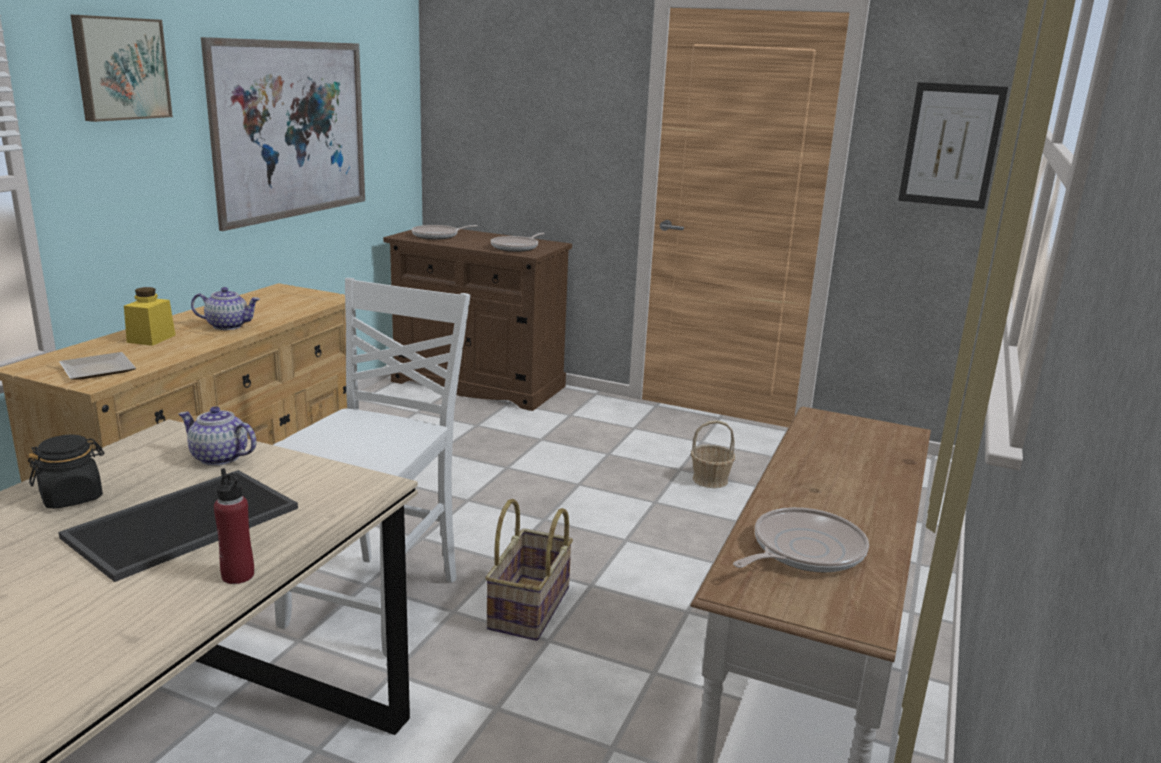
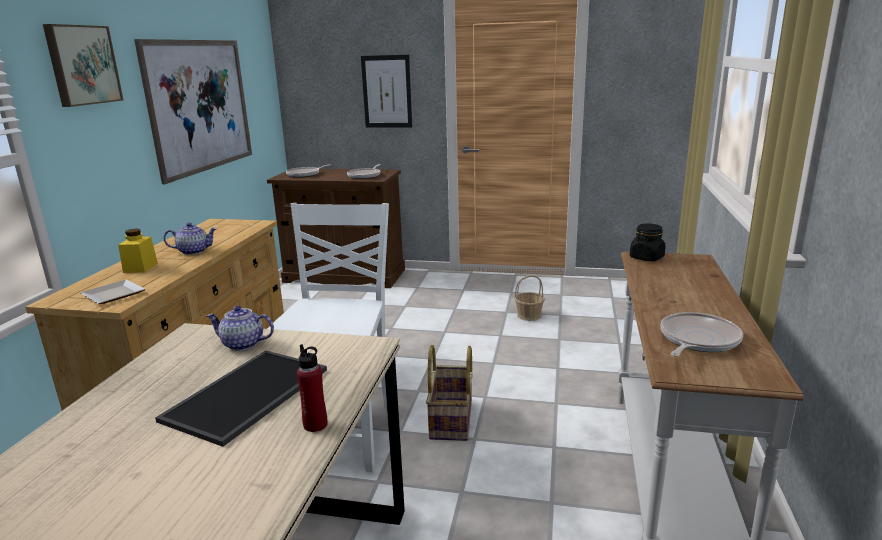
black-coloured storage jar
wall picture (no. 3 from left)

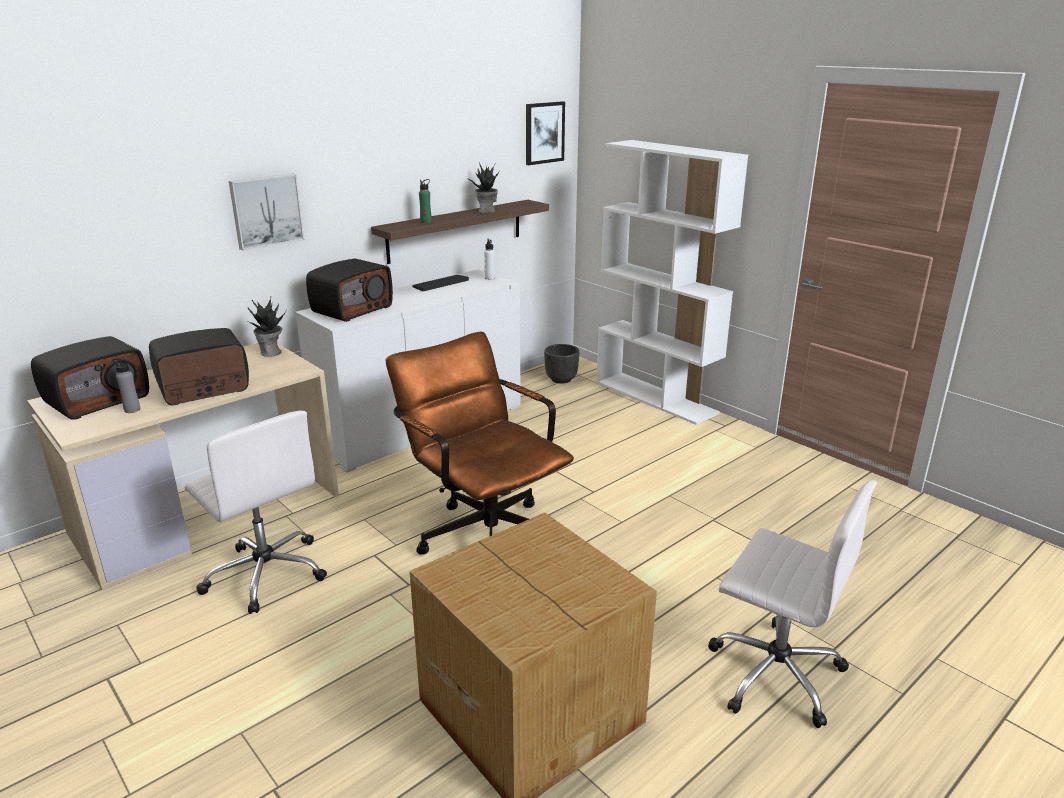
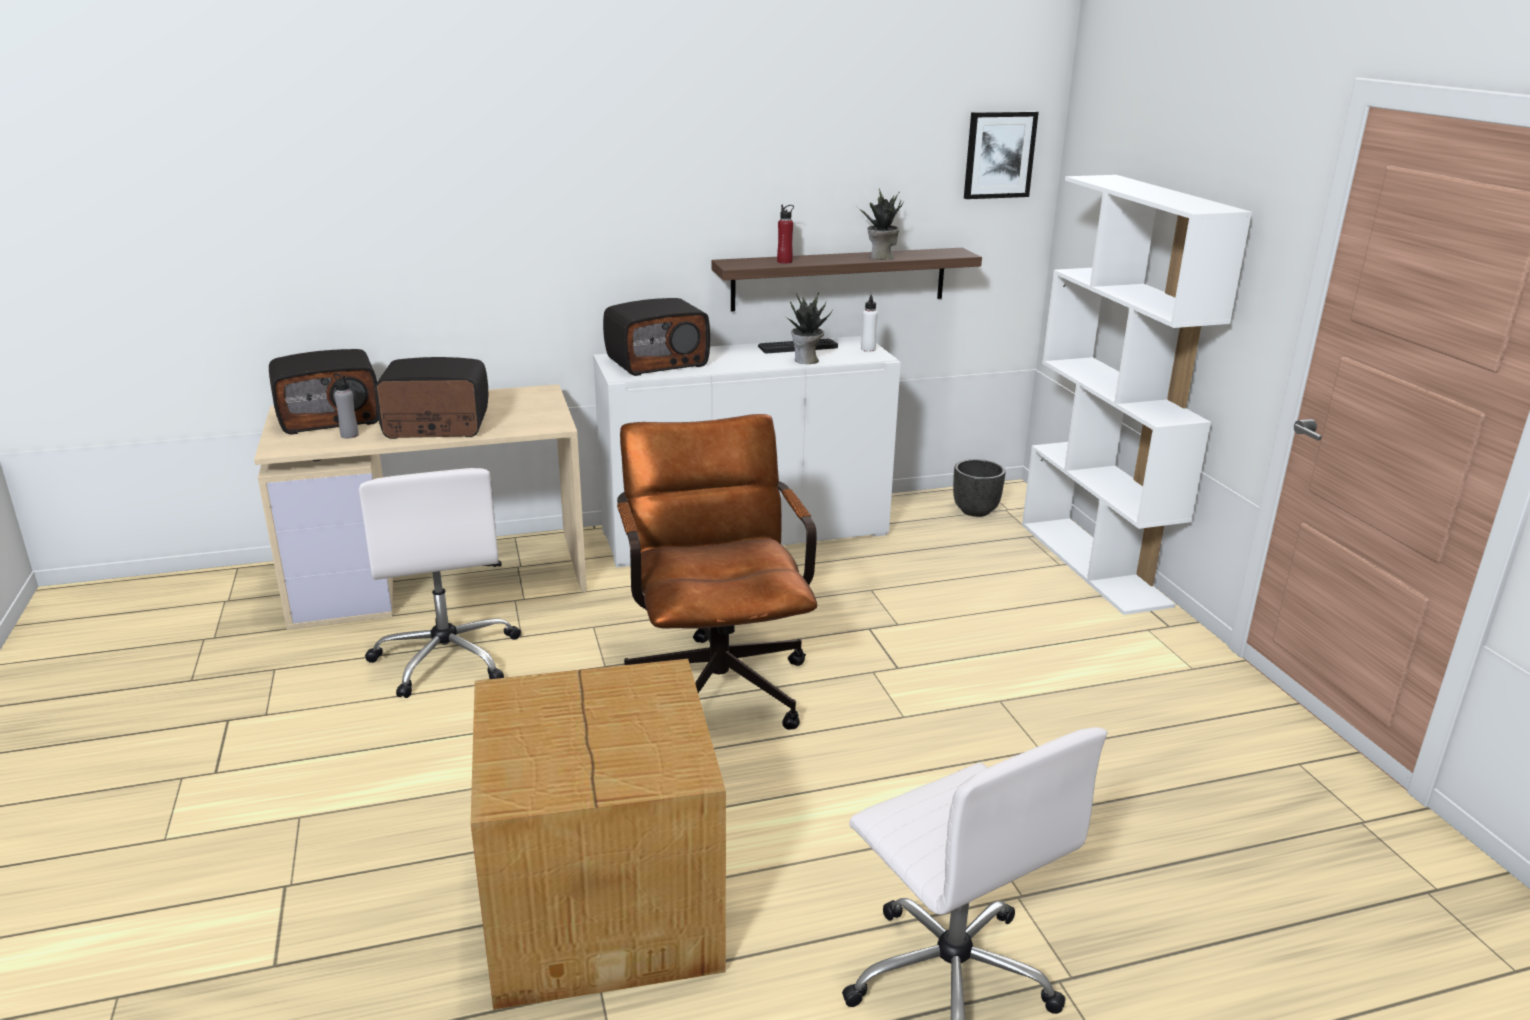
wall picture (no. 1 from left in the first image)
potted plant (no. 1 from left)
reddish beverage bottle

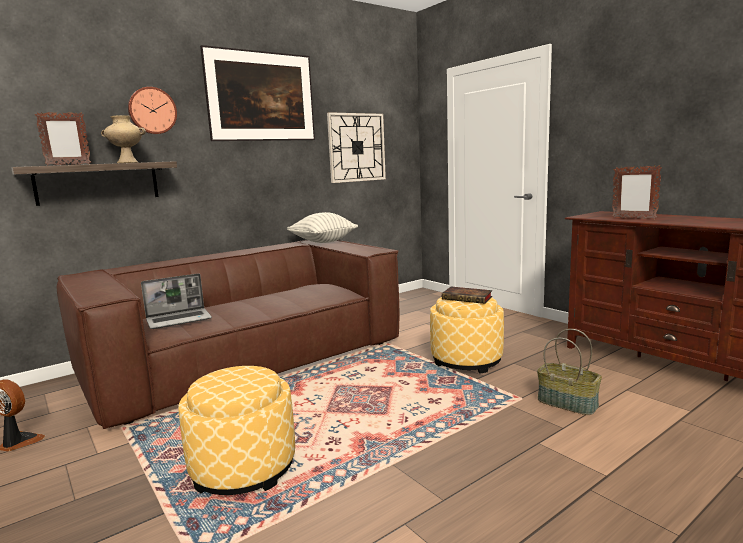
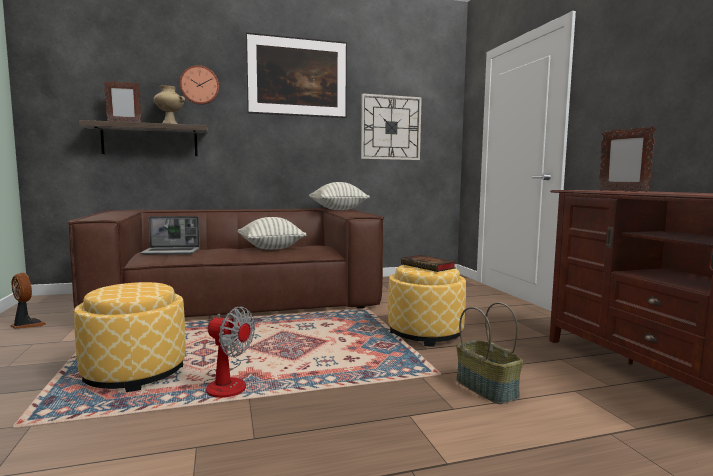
electric fan (no. 2 from left)
throw pillow (no. 1 from left)

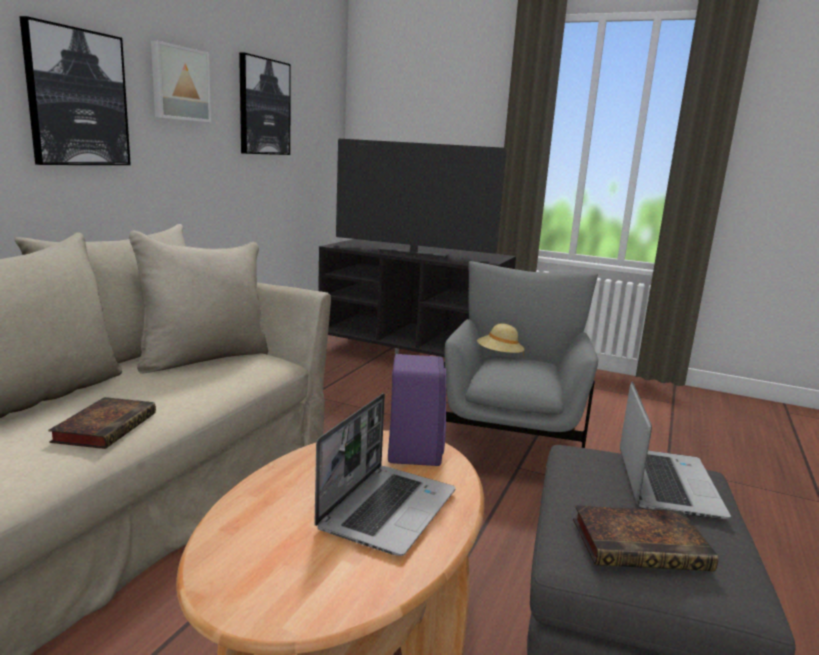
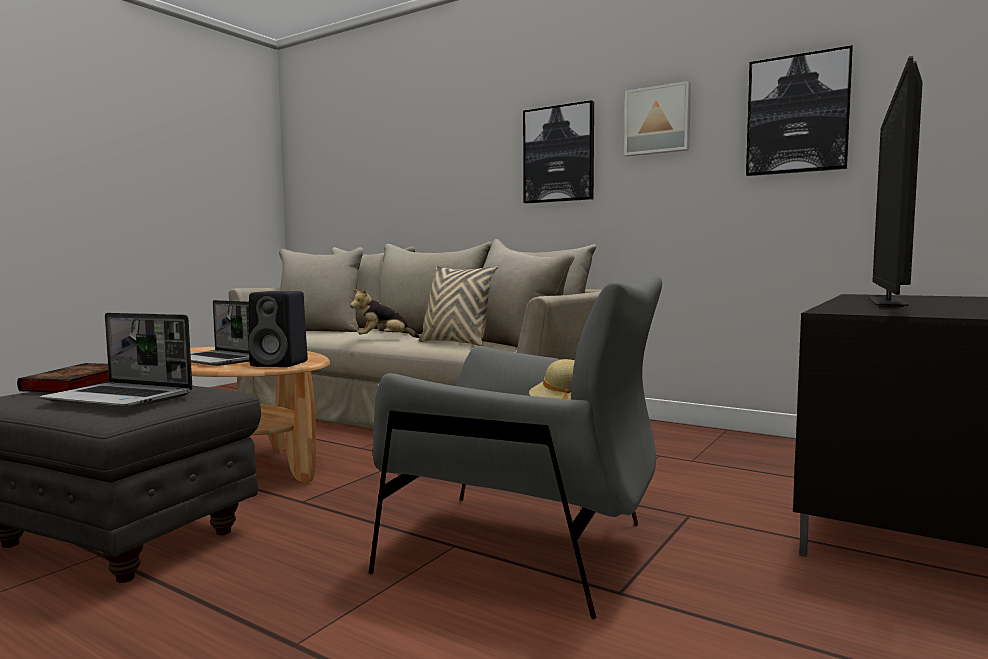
sand-coloured throw pillow
soft toy
black-coloured audio speaker

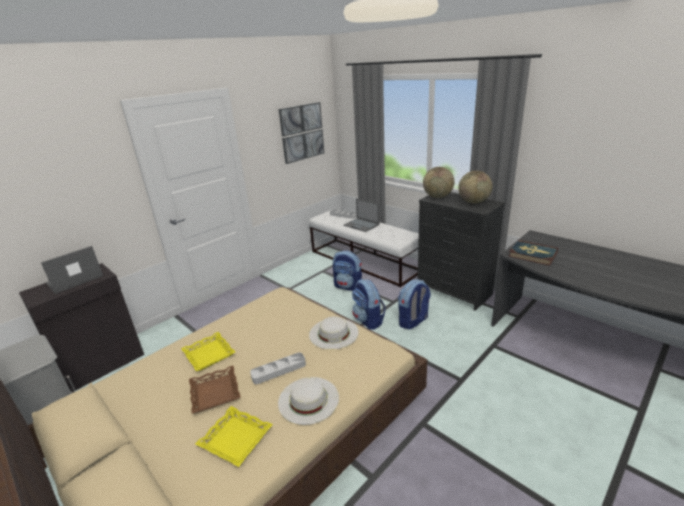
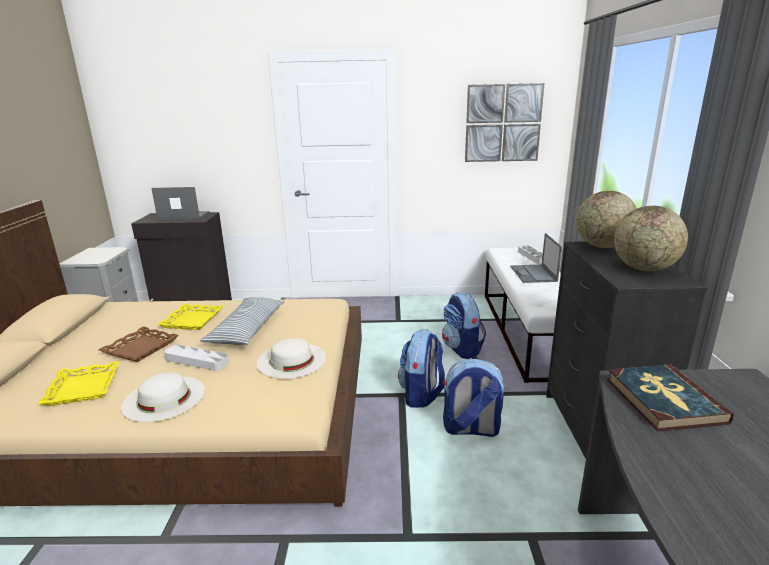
throw pillow

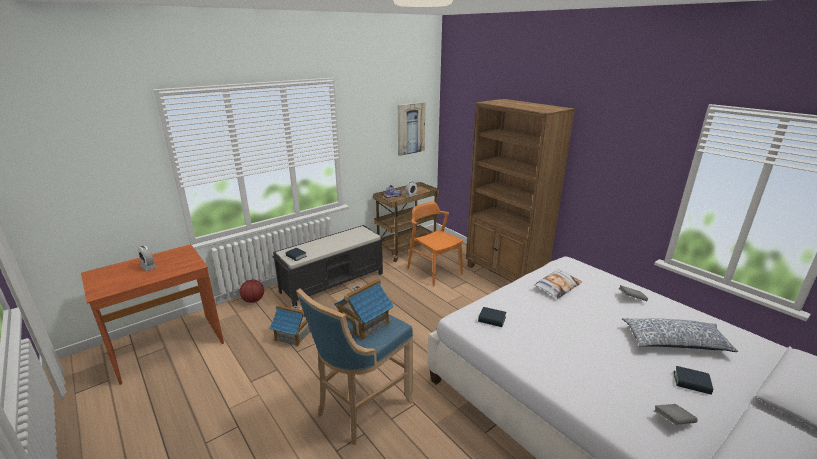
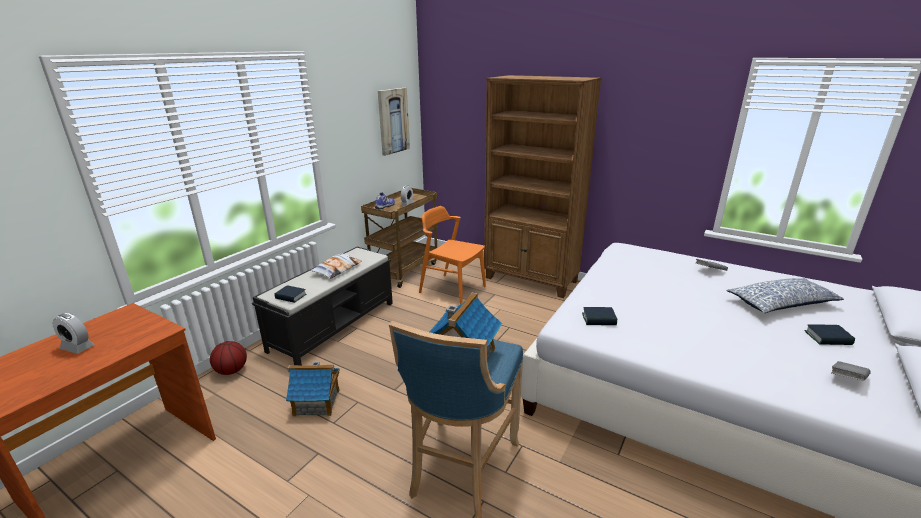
throw pillow (no. 1 from left)

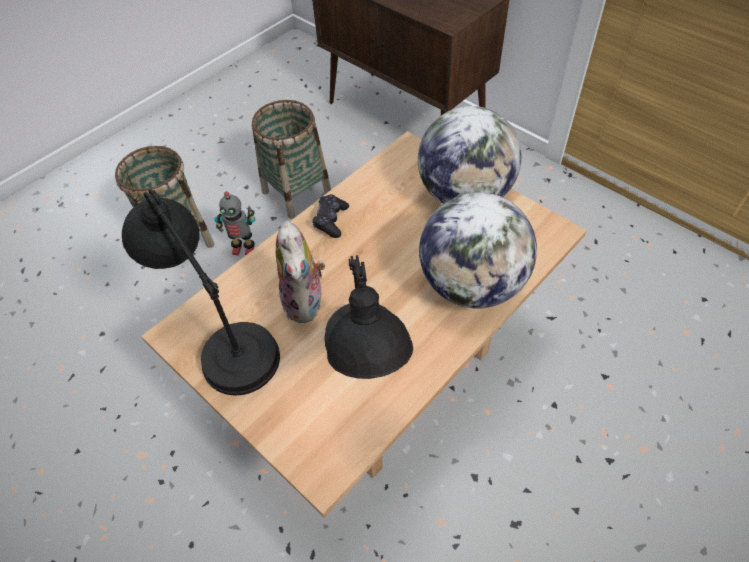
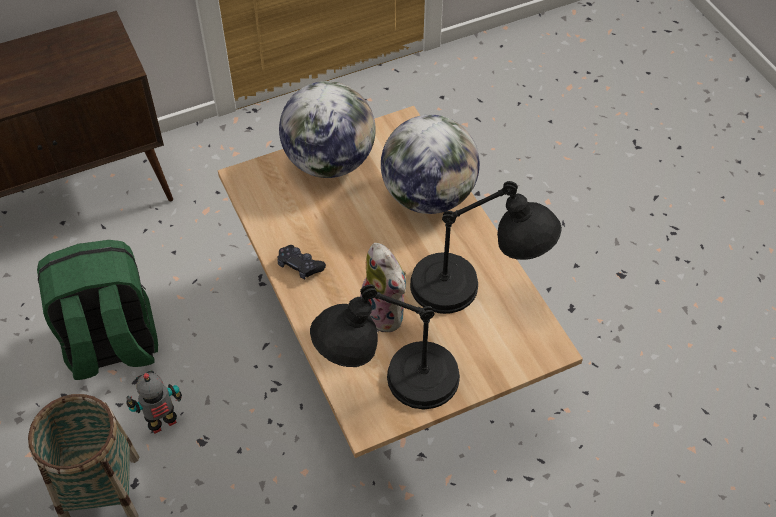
green-coloured knapsack
toy robot
soft toy

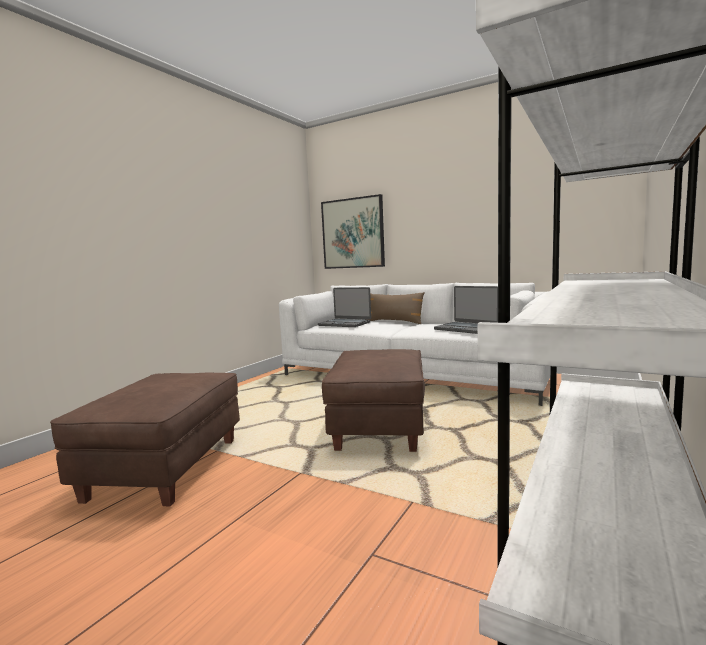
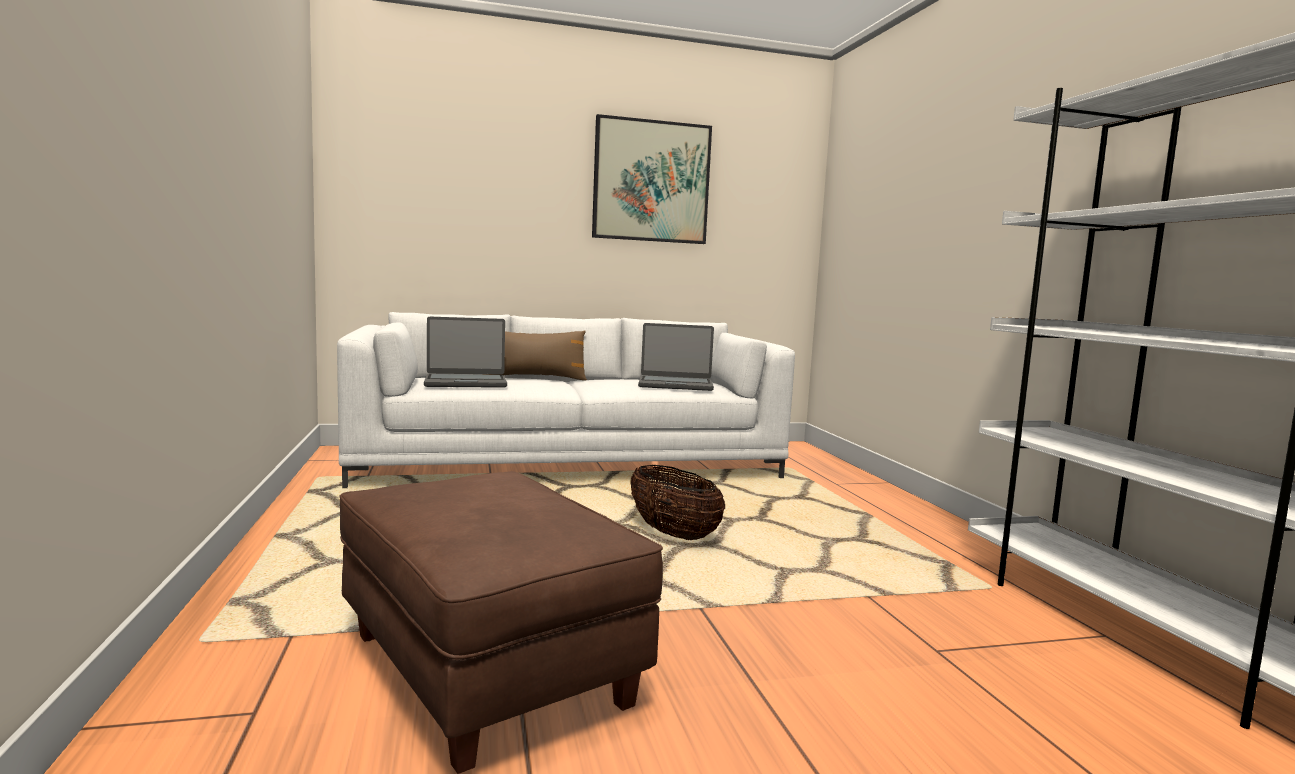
wall picture
storage basket

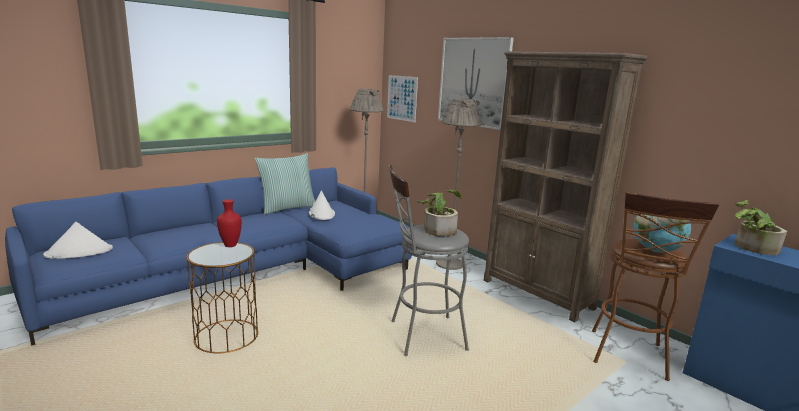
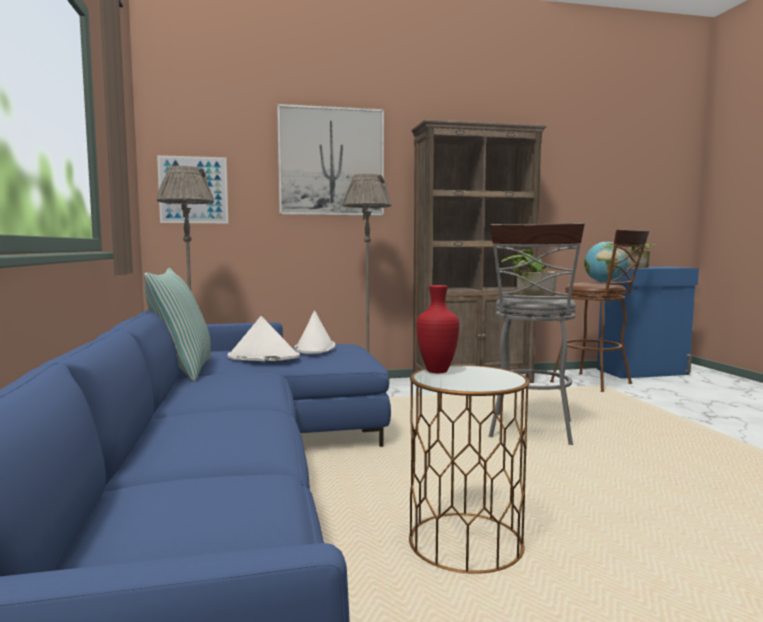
white-coloured clothing hat (no. 2 from left)

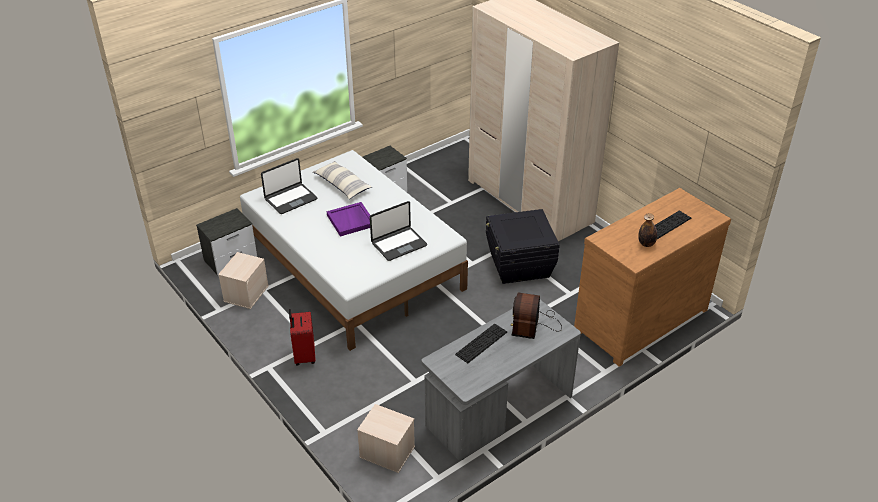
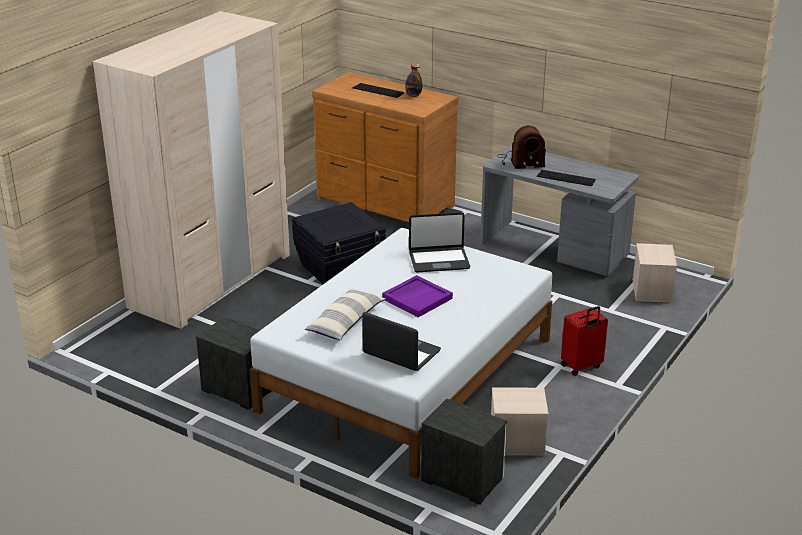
portable computer (no. 2 from left)

